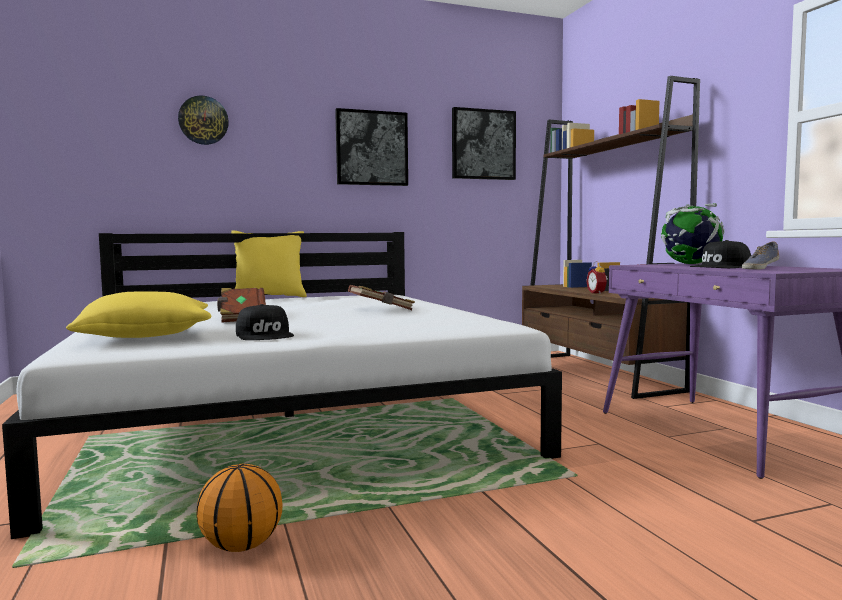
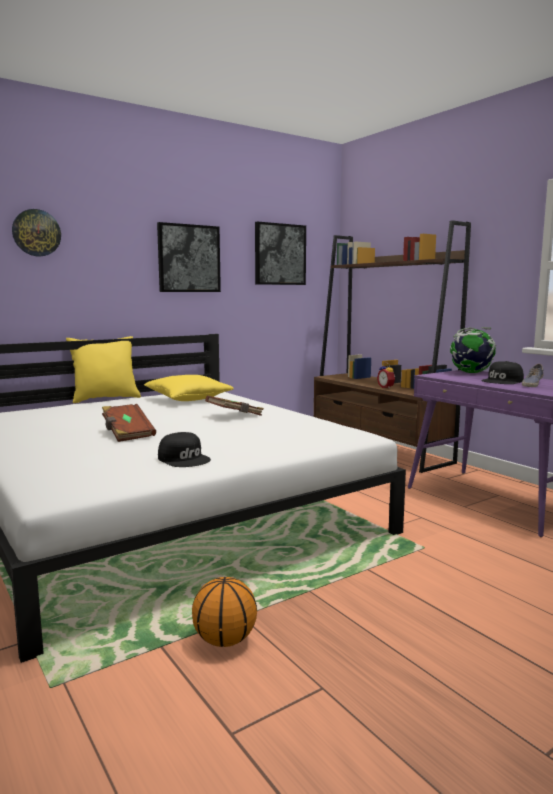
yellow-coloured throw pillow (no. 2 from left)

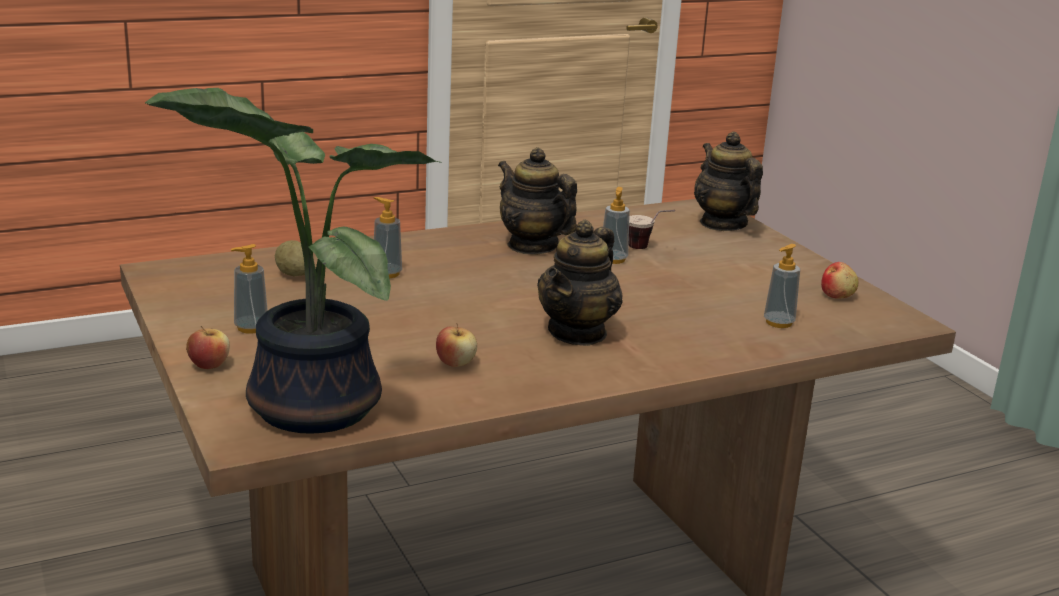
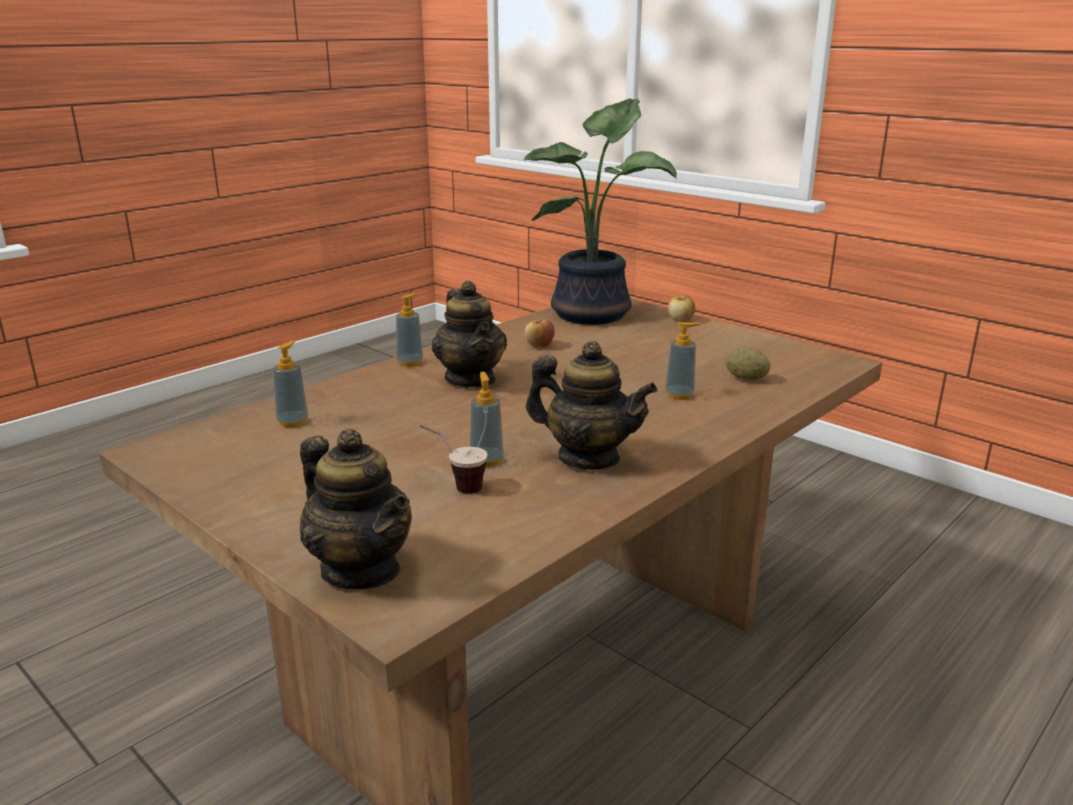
apple (no. 3 from left in the first image)
soap dispenser (no. 2 from left)
tea pot (no. 2 from left)

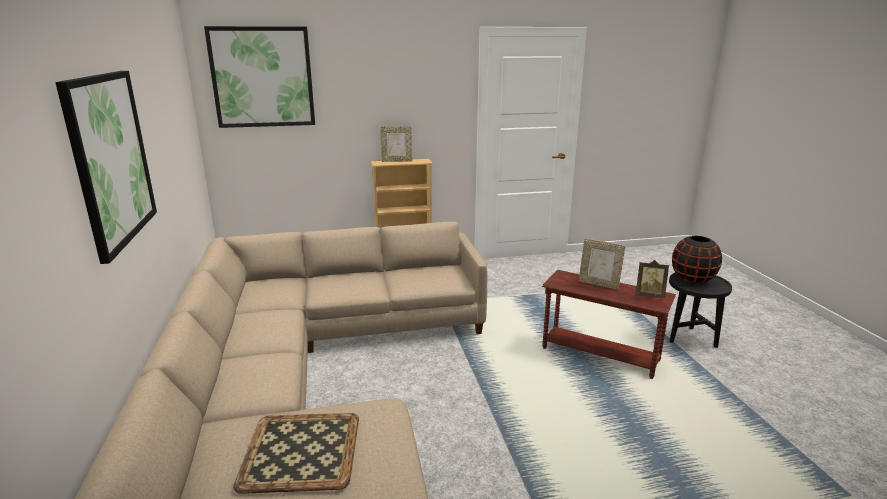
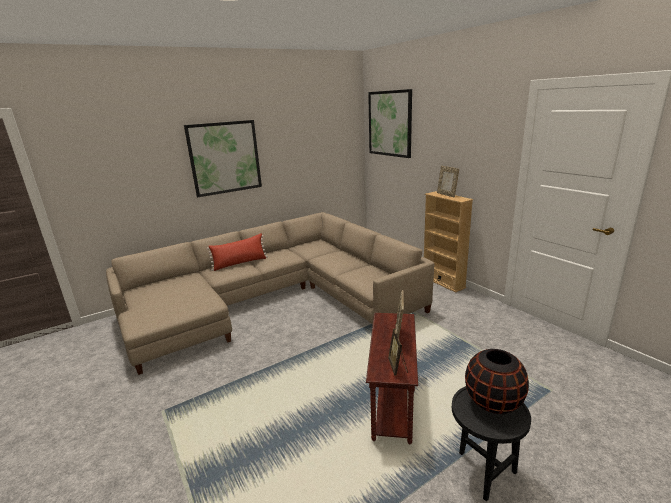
tray
reddish throw pillow

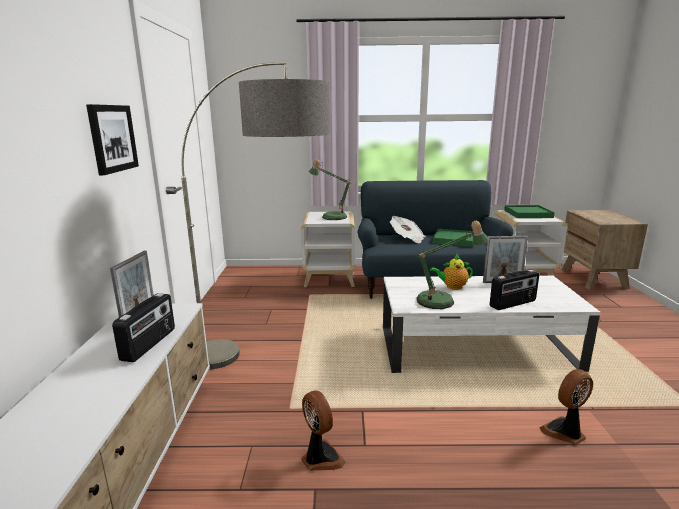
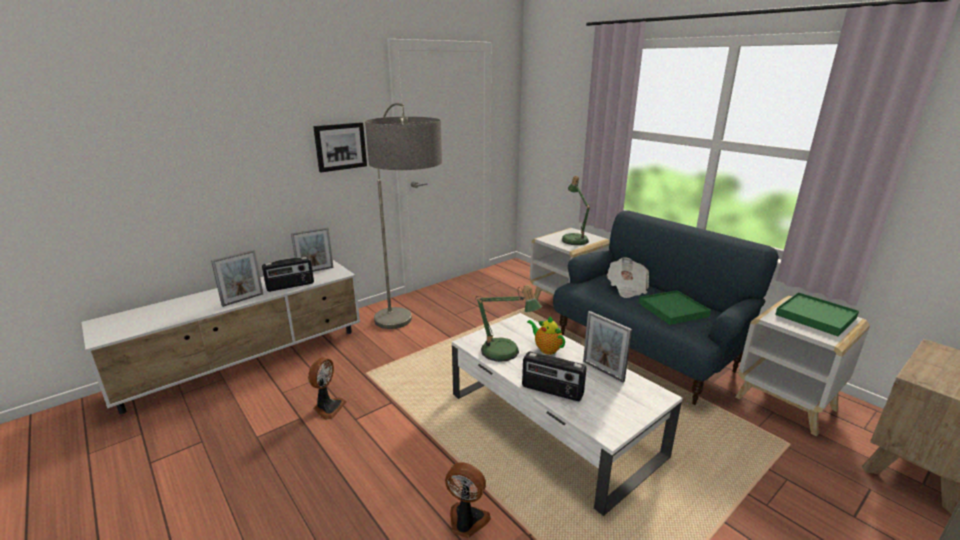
standing frame (no. 1 from left)

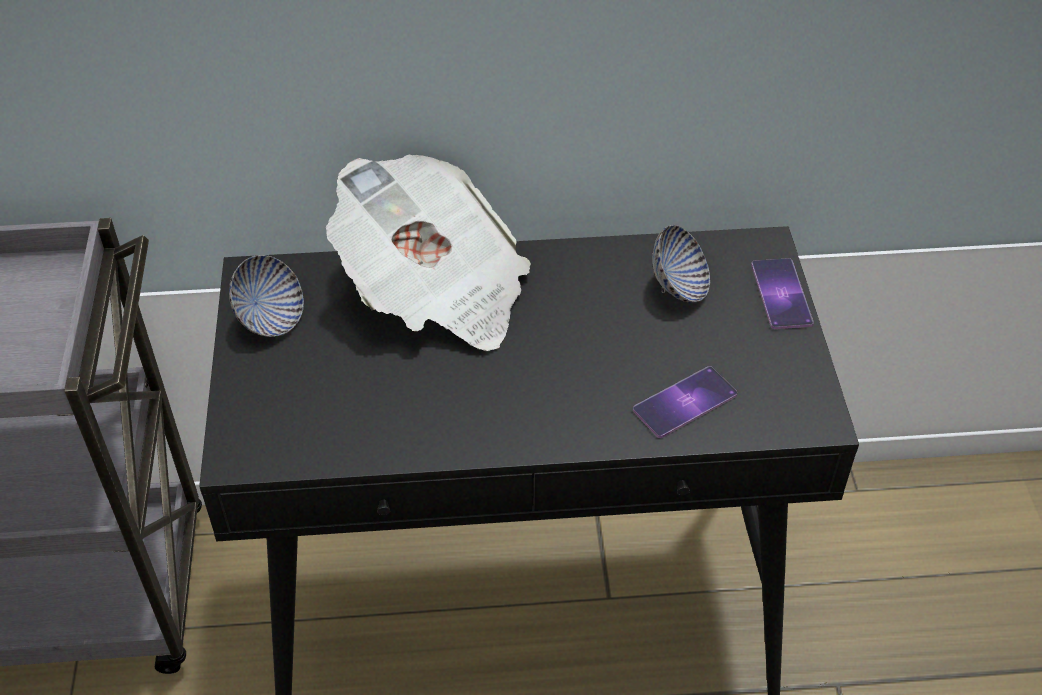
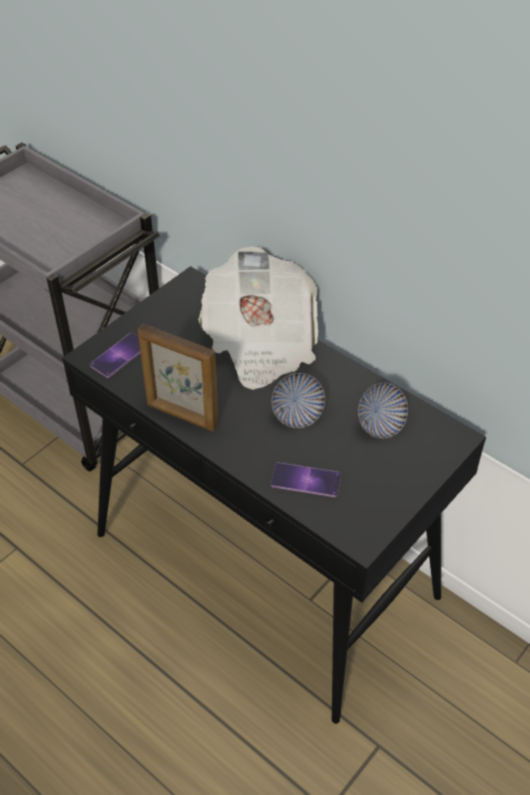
standing frame
bowl (no. 1 from left)
handset (no. 1 from left)

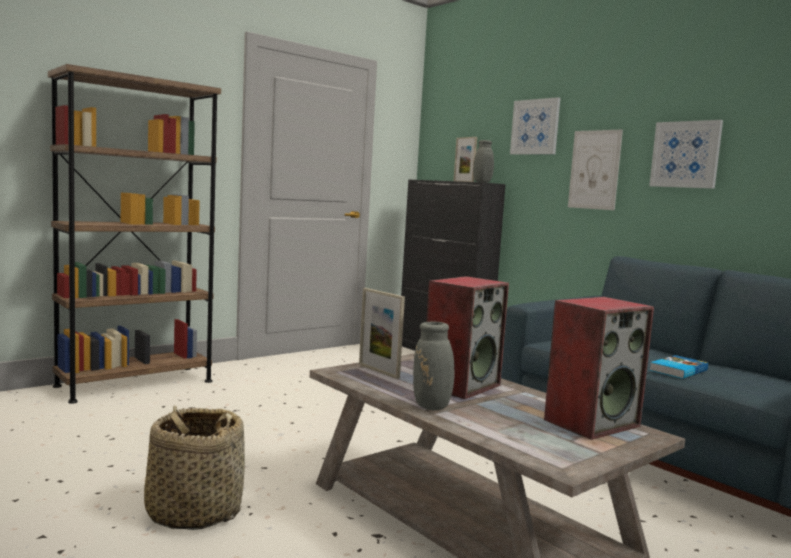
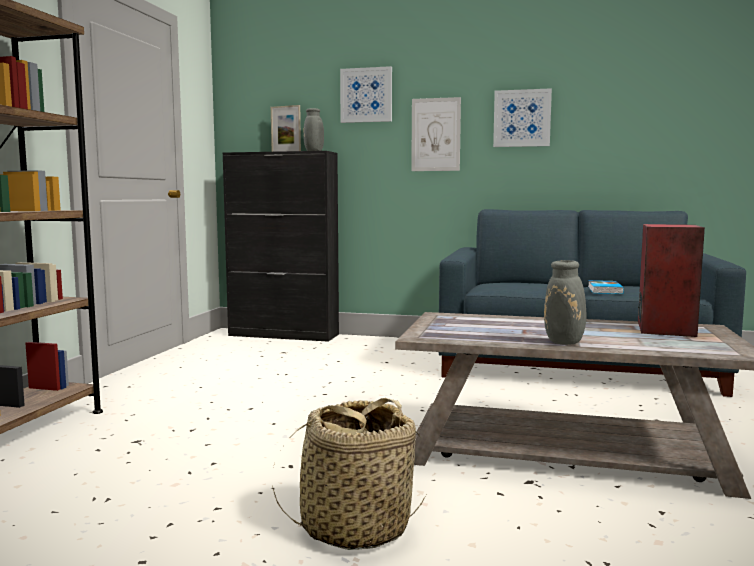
standing frame (no. 1 from left in the first image)
audio speaker (no. 1 from left in the first image)

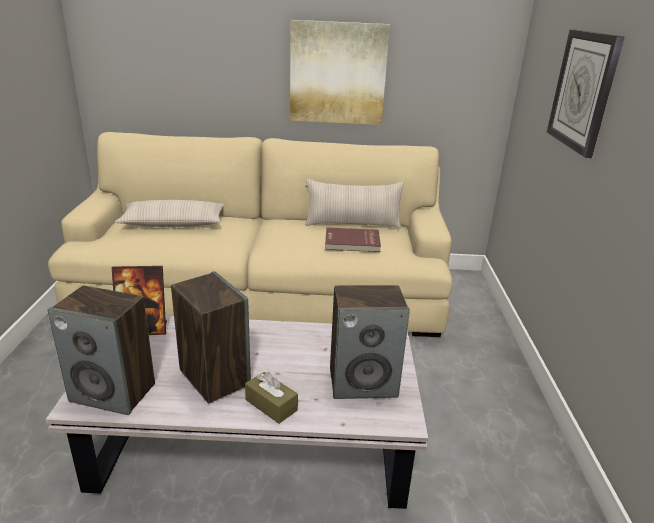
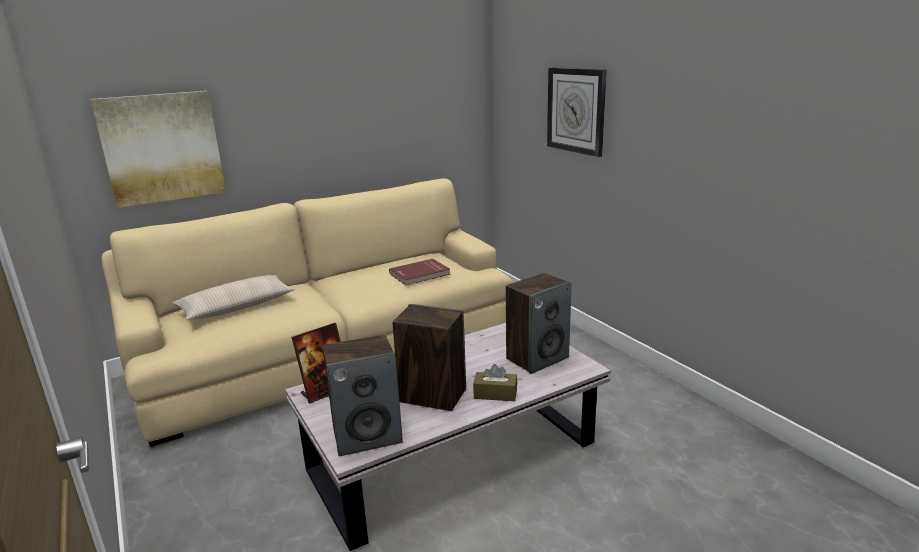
sand-coloured throw pillow (no. 2 from left in the first image)
wall picture

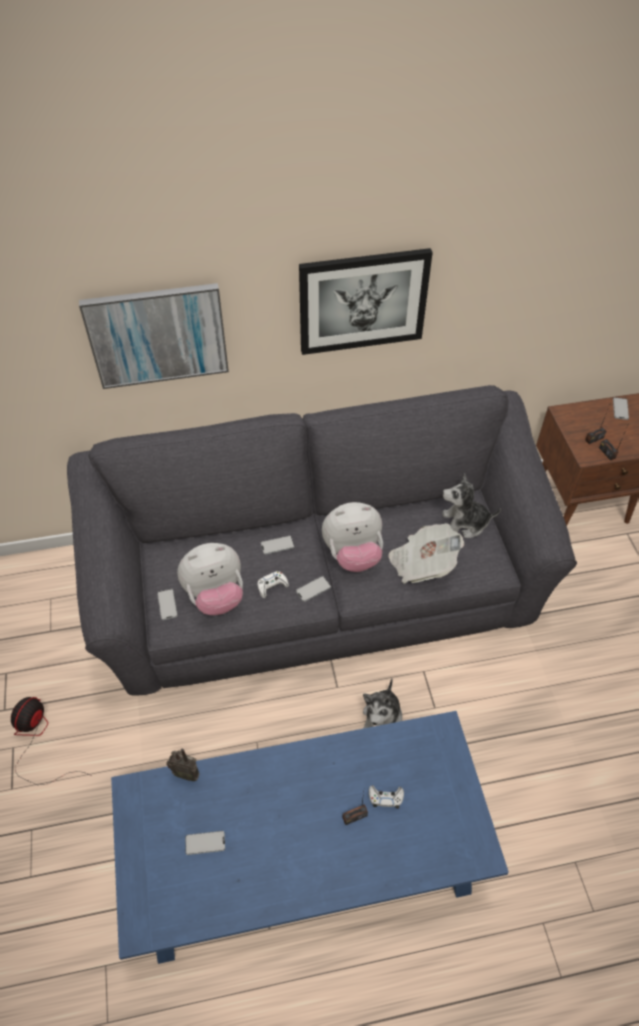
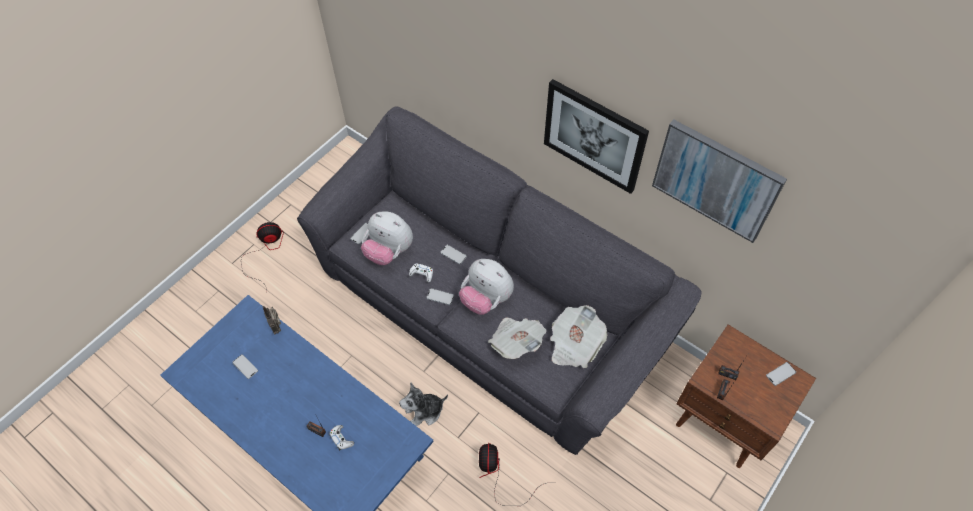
electric fan (no. 2 from left)
wall picture (no. 2 from left)
daily paper (no. 2 from left)

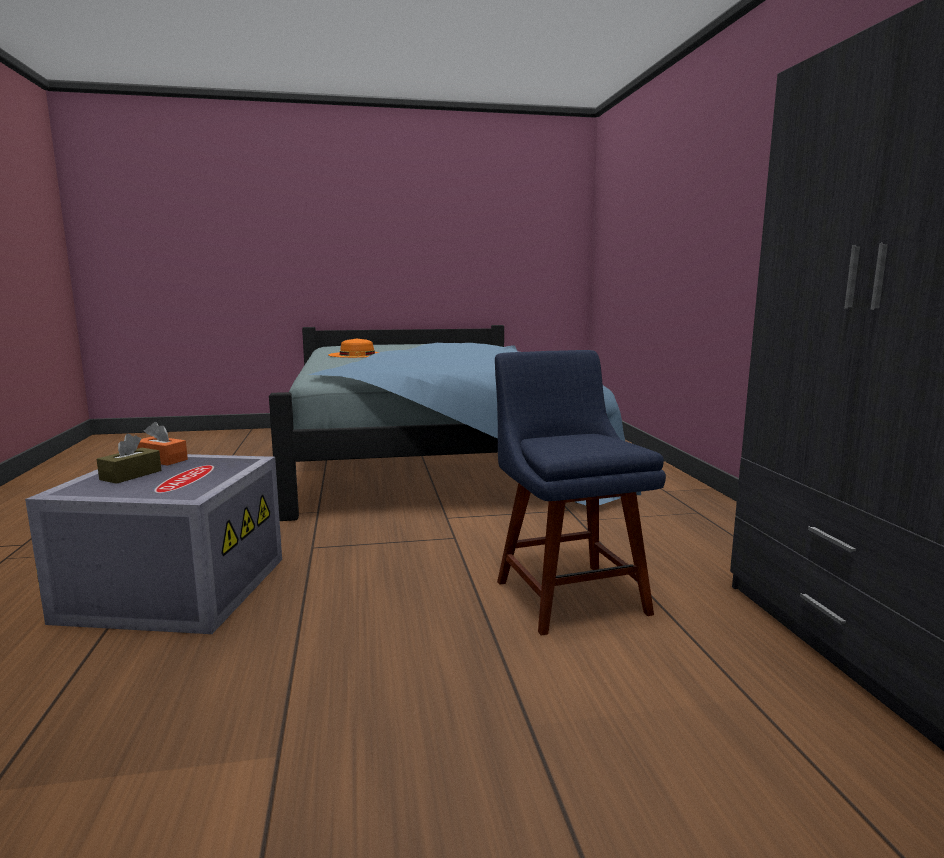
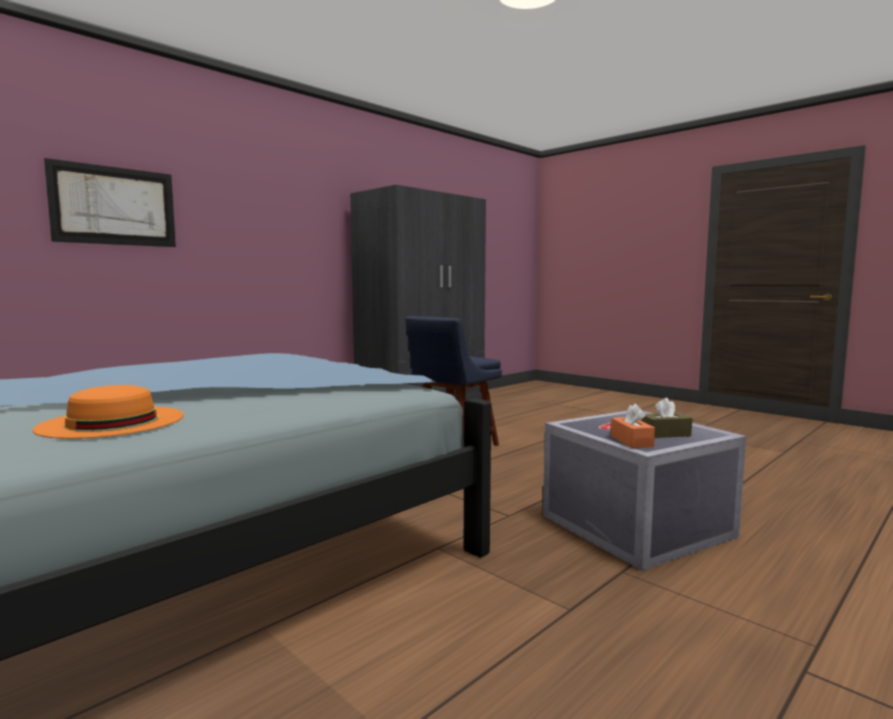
wall picture

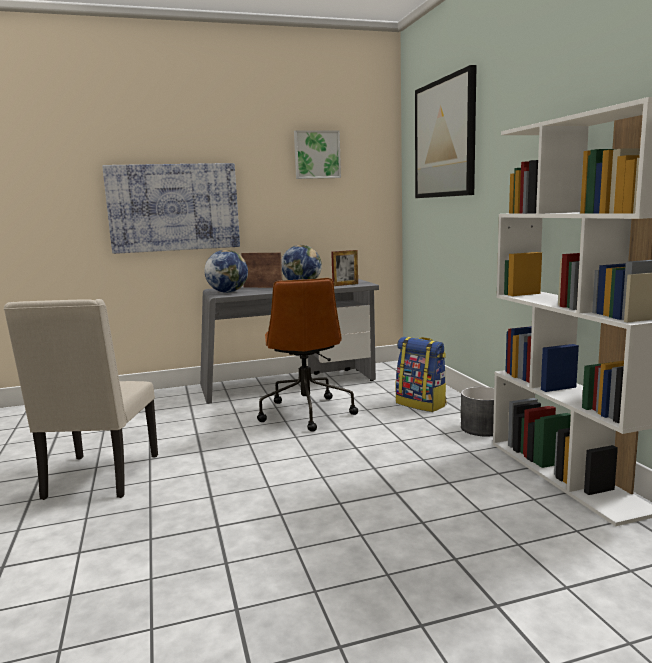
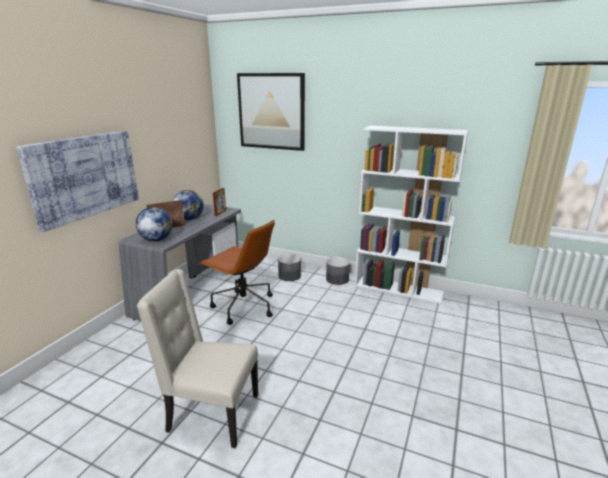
wall picture (no. 2 from left in the first image)
grey planter (no. 1 from left)
sand-coloured chair

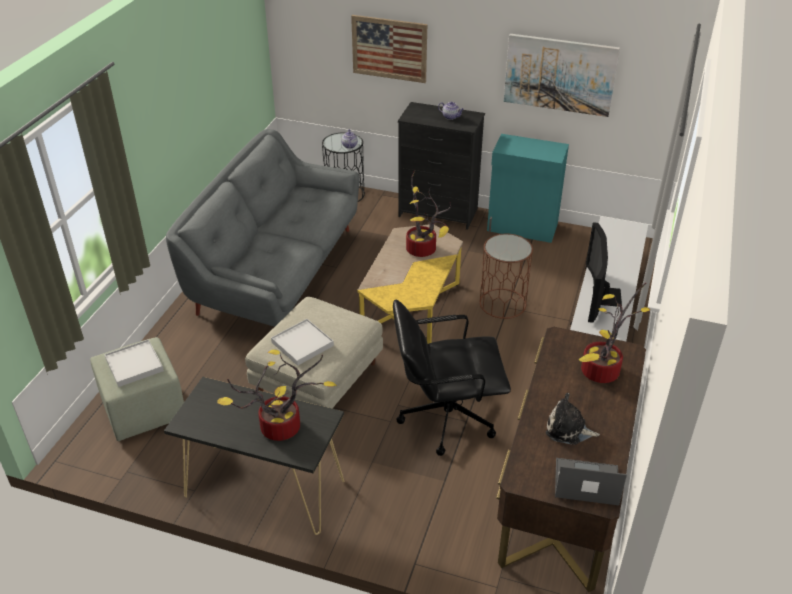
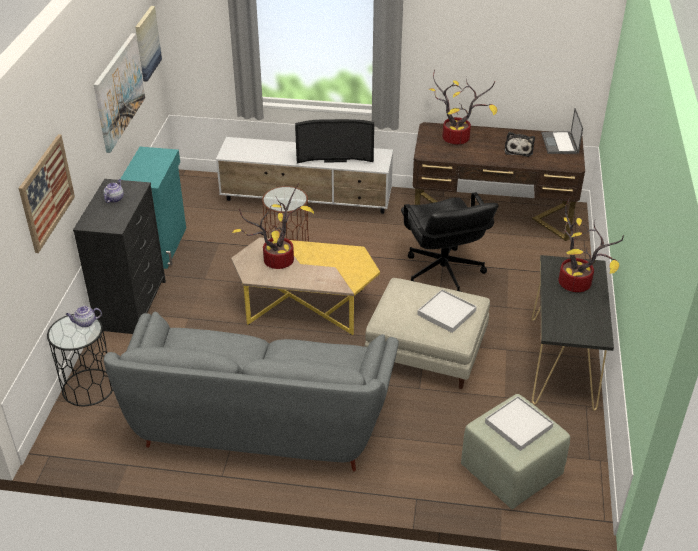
wall picture (no. 3 from left)

